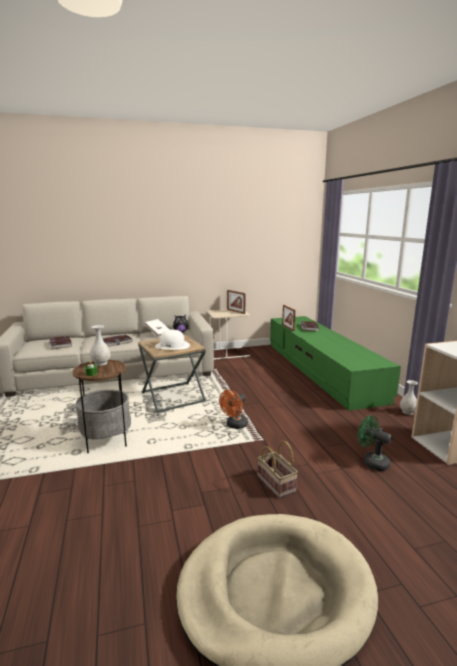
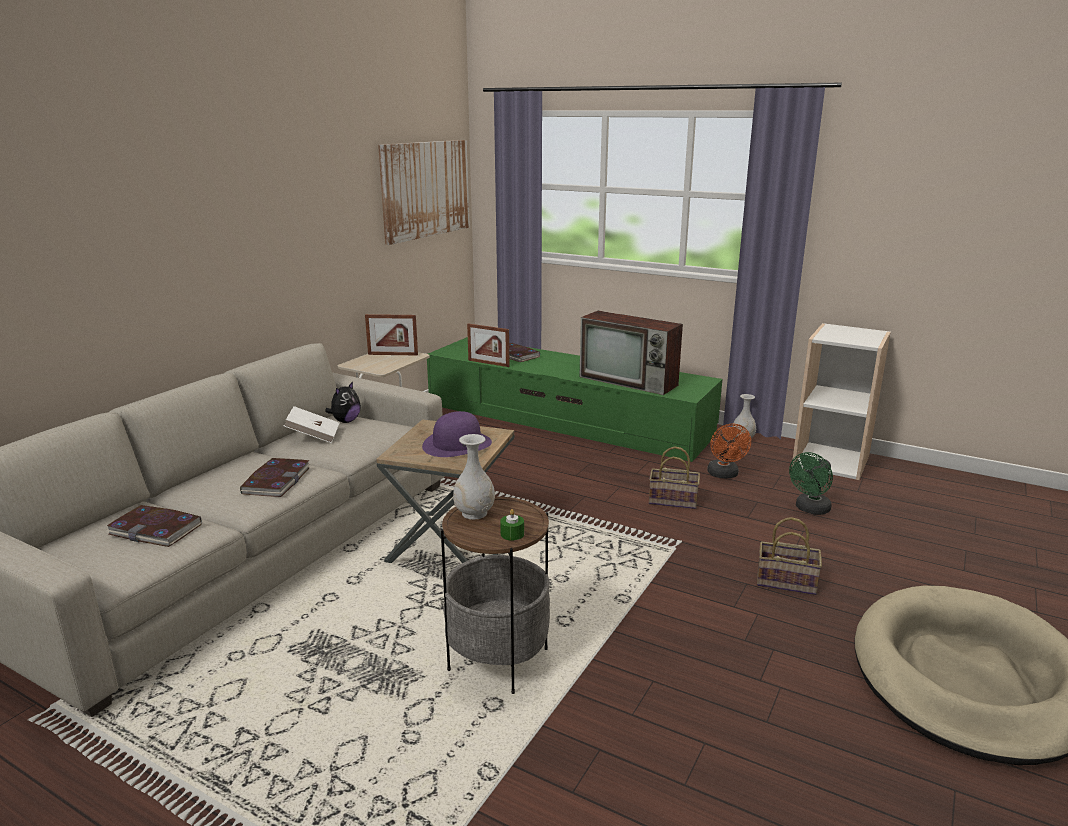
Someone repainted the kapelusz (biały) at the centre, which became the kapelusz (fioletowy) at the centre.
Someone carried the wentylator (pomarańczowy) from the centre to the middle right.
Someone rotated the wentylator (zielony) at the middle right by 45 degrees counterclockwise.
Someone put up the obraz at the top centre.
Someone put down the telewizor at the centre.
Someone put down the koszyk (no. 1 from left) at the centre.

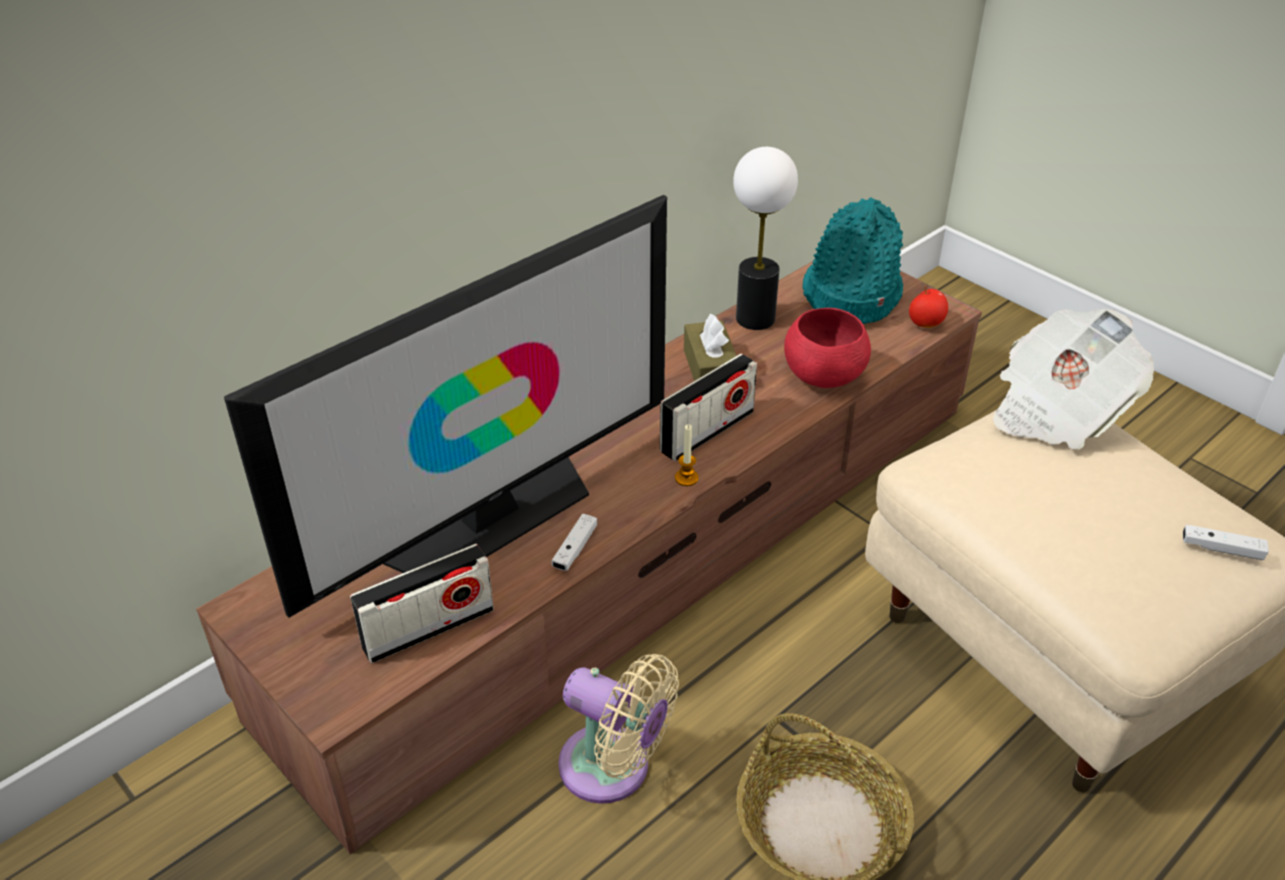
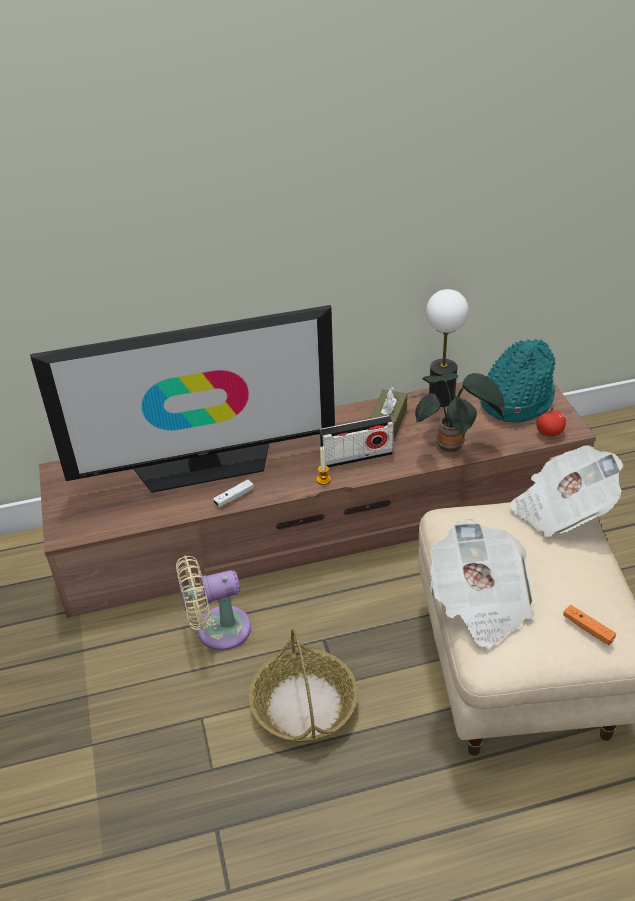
Someone took away the radio (no. 1 from left) at the bottom left.
Someone rotated the wentylator (beżowy) at the bottom centre by 105 degrees clockwise.
Someone swapped the miska (czerwony) at the centre for the roślina doniczkowa at the middle right.
Someone repainted the pad do gier (biały) (no. 2 from left) at the middle right, which became the pad do gier (pomarańczowy) at the bottom right.
Someone put down the gazeta (no. 1 from left) at the middle right.

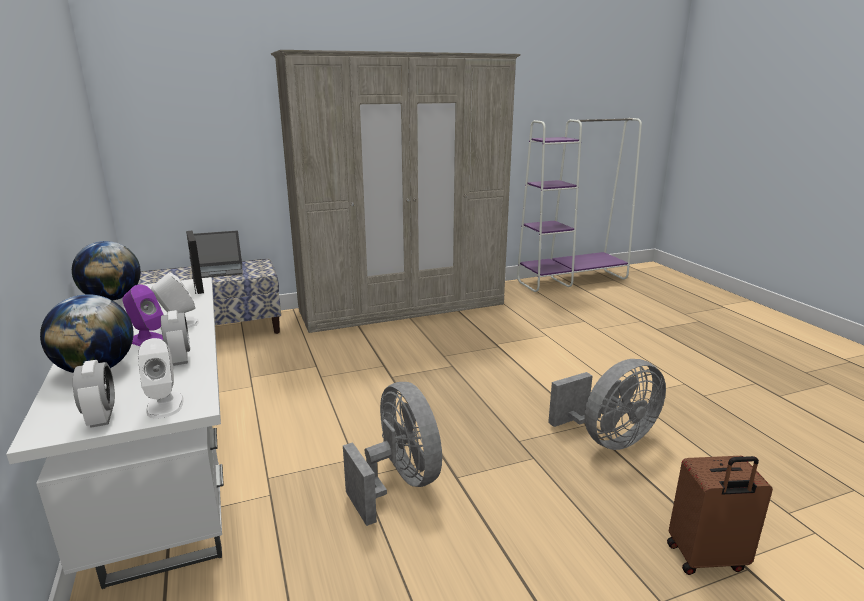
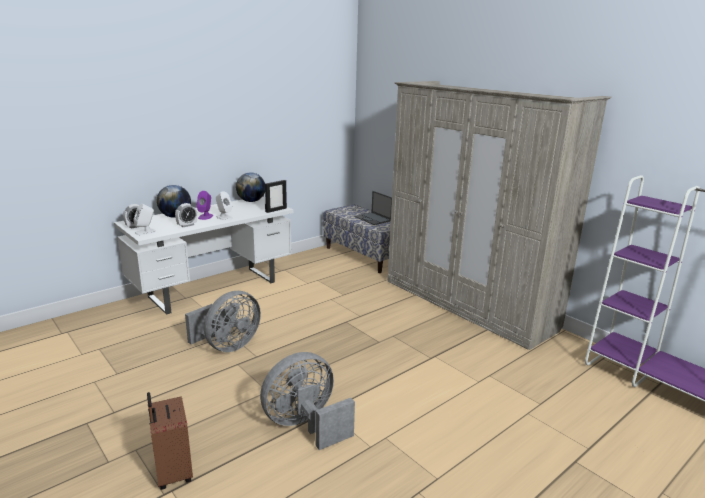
Someone rotated the wentylator (szary) (no. 2 from left) at the bottom right by 105 degrees clockwise.

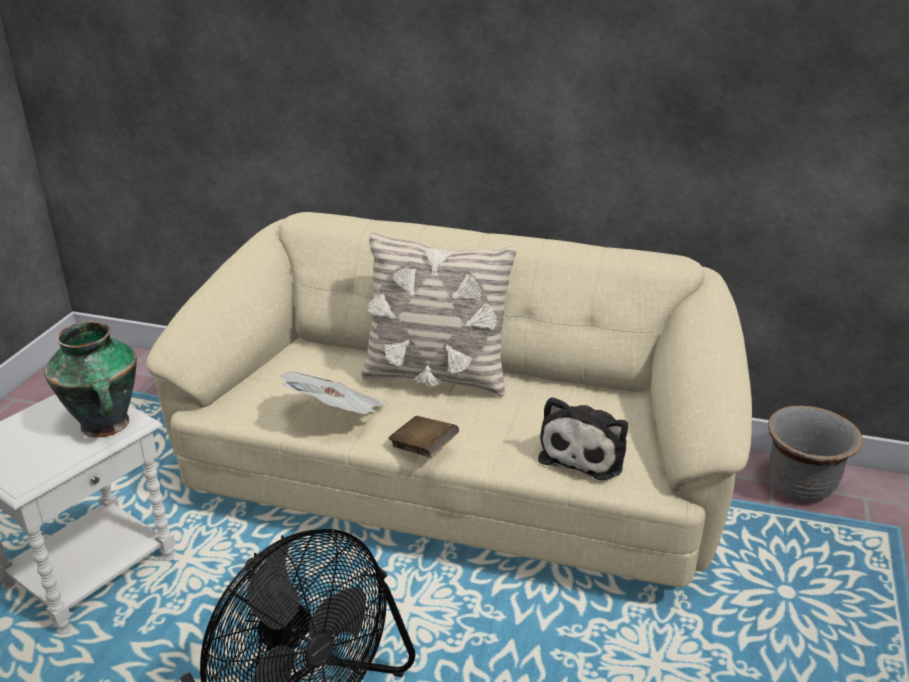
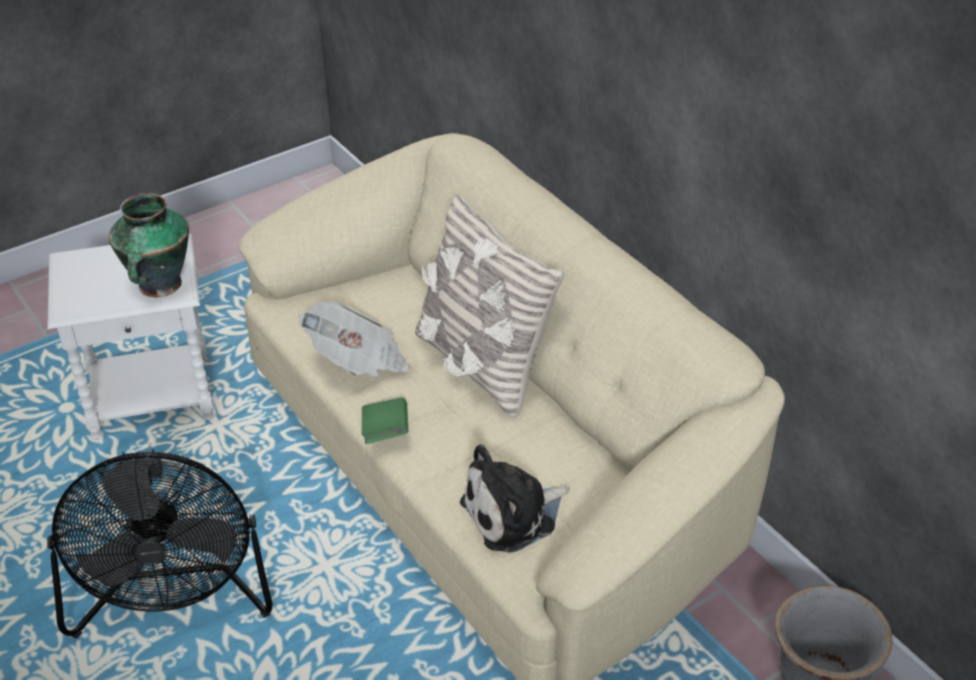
Someone repainted the książka (brązowy) at the centre, which became the książka (zielony) at the centre.

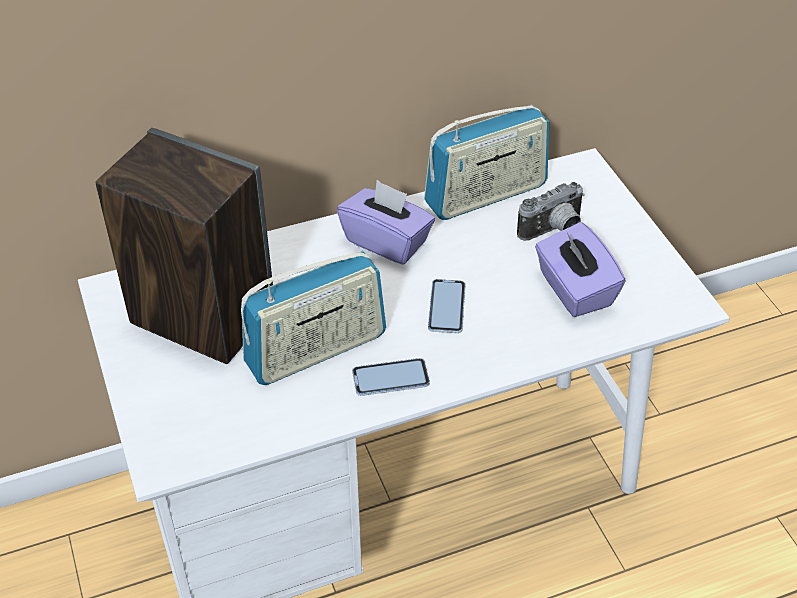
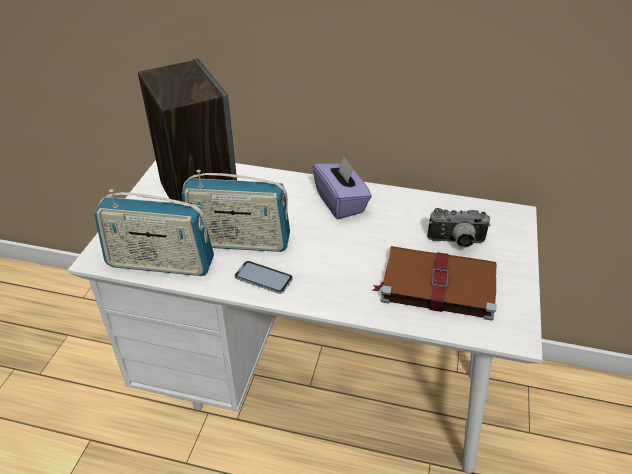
Someone carried the radio (no. 2 from left in the first image) from the top centre to the middle left.
Someone took away the telefon (no. 2 from left) at the centre.
Someone swapped the pudełko chusteczek (fioletowy) (no. 2 from left) at the middle right for the książka (brązowy) at the middle right.

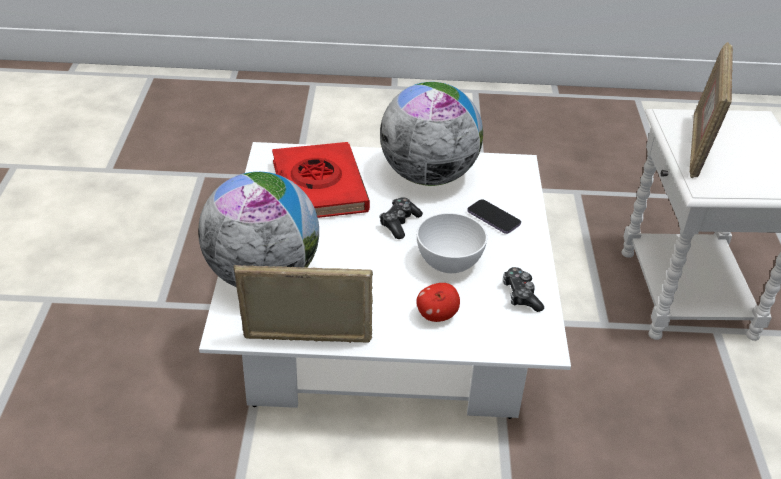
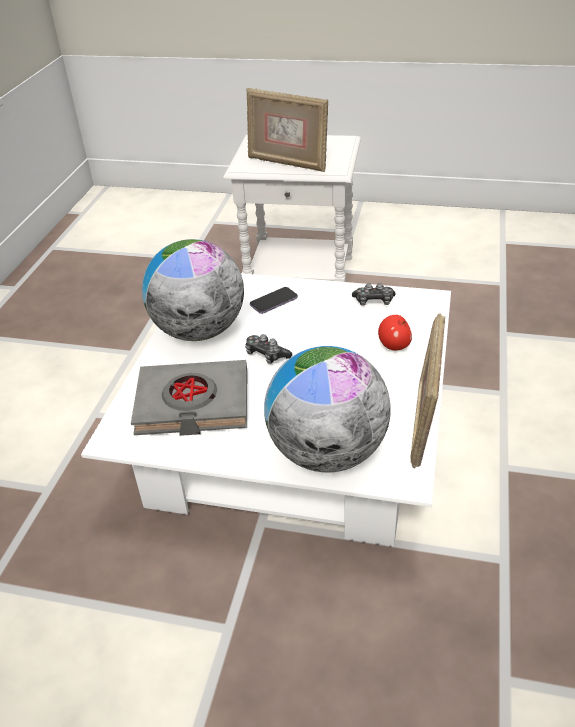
Someone repainted the książka (czerwony) at the centre, which became the książka (szary) at the middle left.
Someone took away the miska (biały) at the centre.

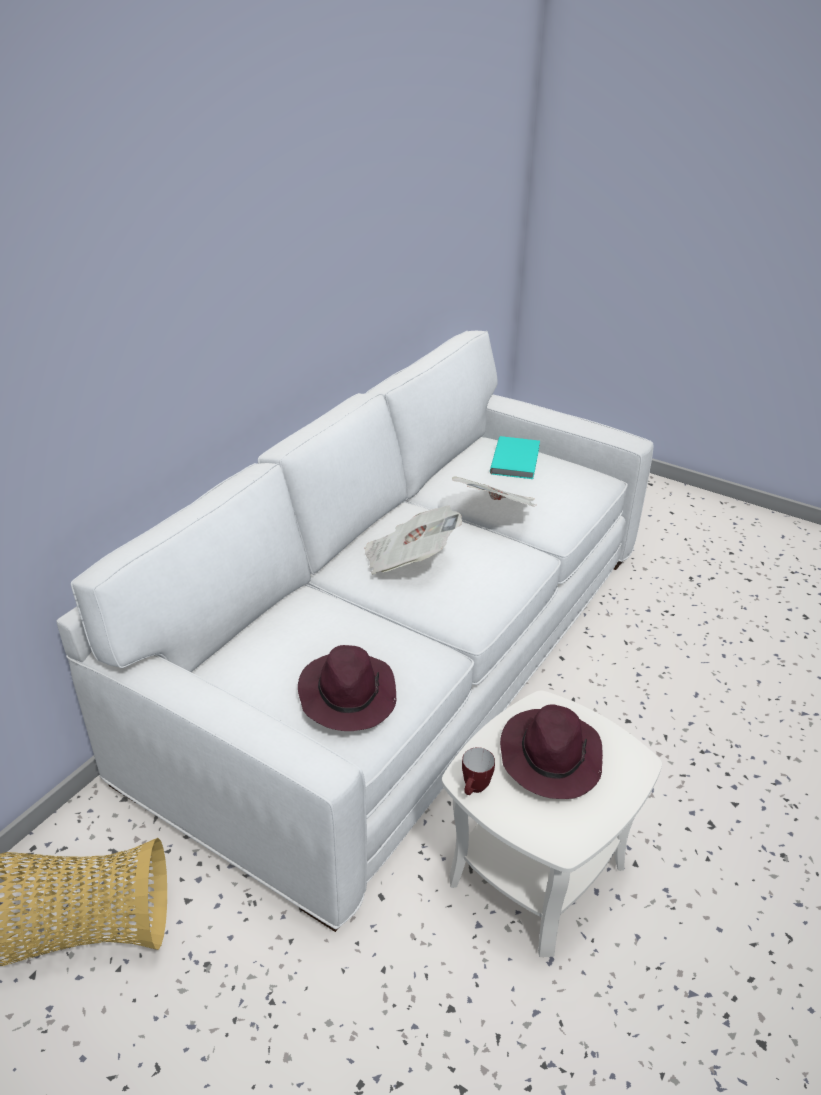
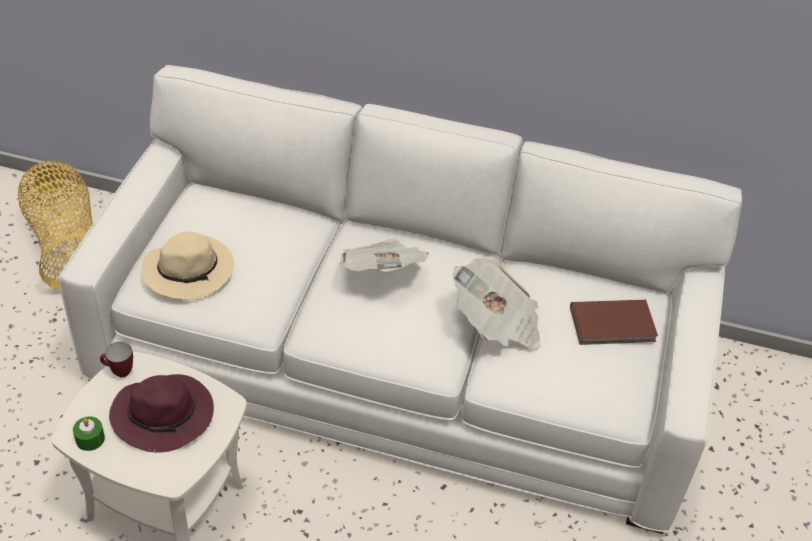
Someone repainted the kapelusz (fioletowy) (no. 1 from left) at the centre, which became the kapelusz (beżowy) at the middle left.
Someone repainted the książka (turkusowy) at the centre, which became the książka (brązowy) at the middle right.
Someone put down the świeca (zielony) at the bottom left.

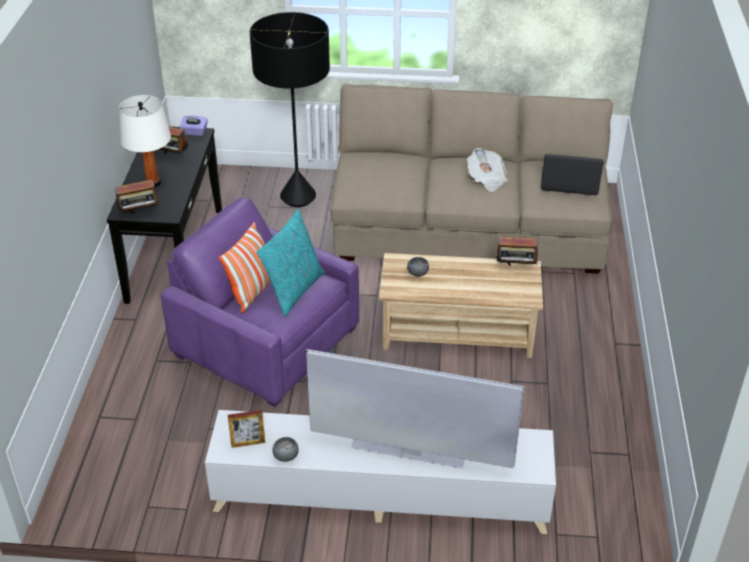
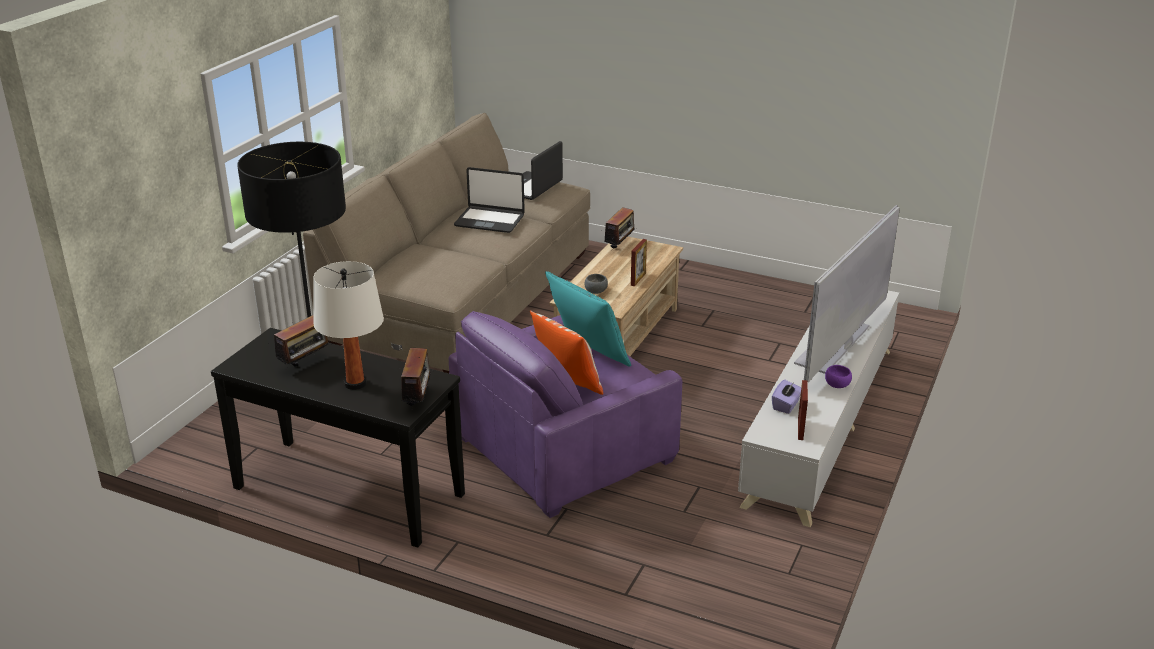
Someone carried the pudełko chusteczek (fioletowy) from the top left to the middle right.
Someone took away the miska (szary) (no. 1 from left) at the bottom centre.
Someone swapped the gazeta at the top centre for the laptop (no. 1 from left) at the top centre.
Someone put down the ramka na zdjęcie (no. 1 from left) at the centre.
Someone put down the miska (fioletowy) at the middle right.

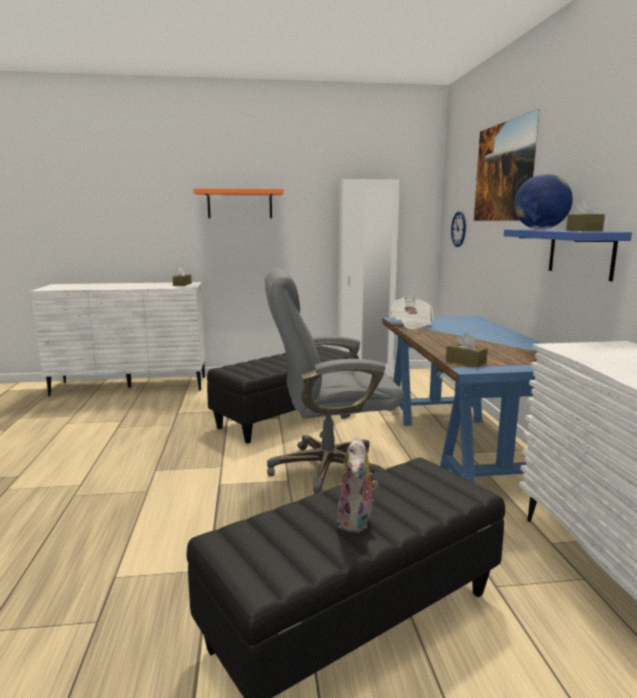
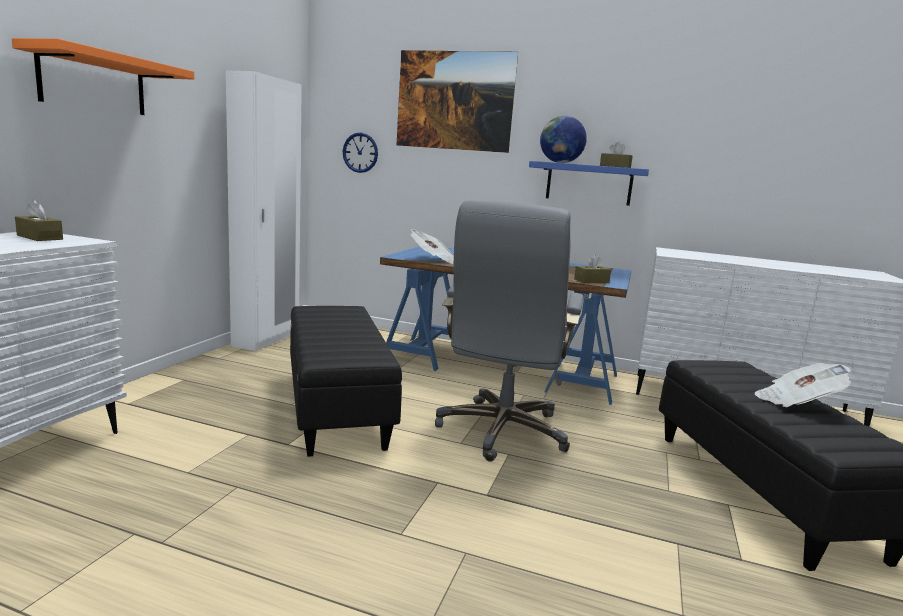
Someone swapped the pluszak at the bottom centre for the gazeta (no. 2 from left) at the middle right.

